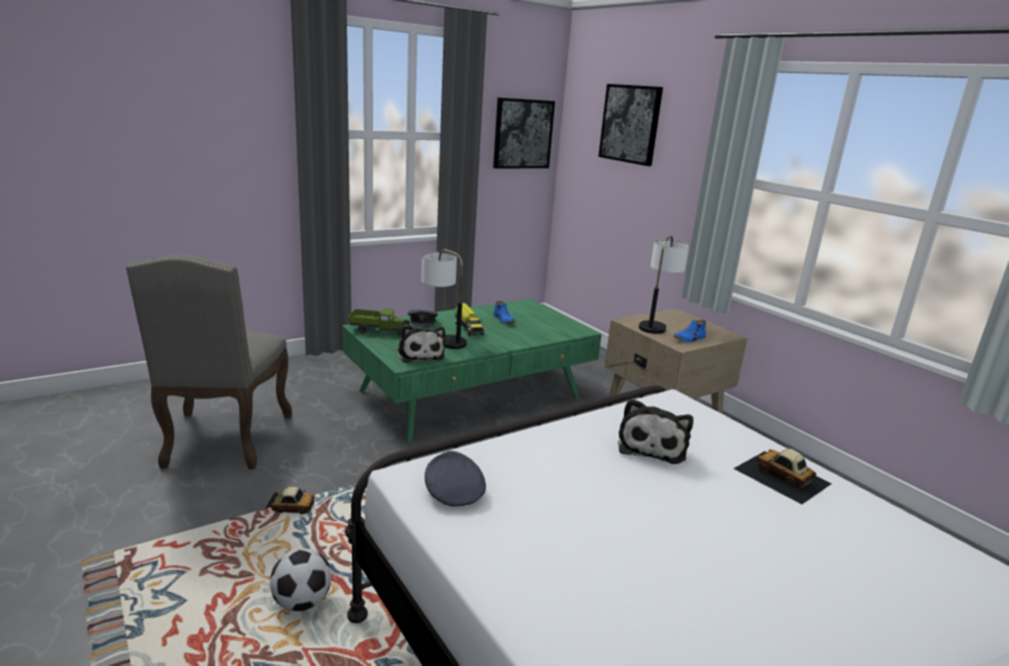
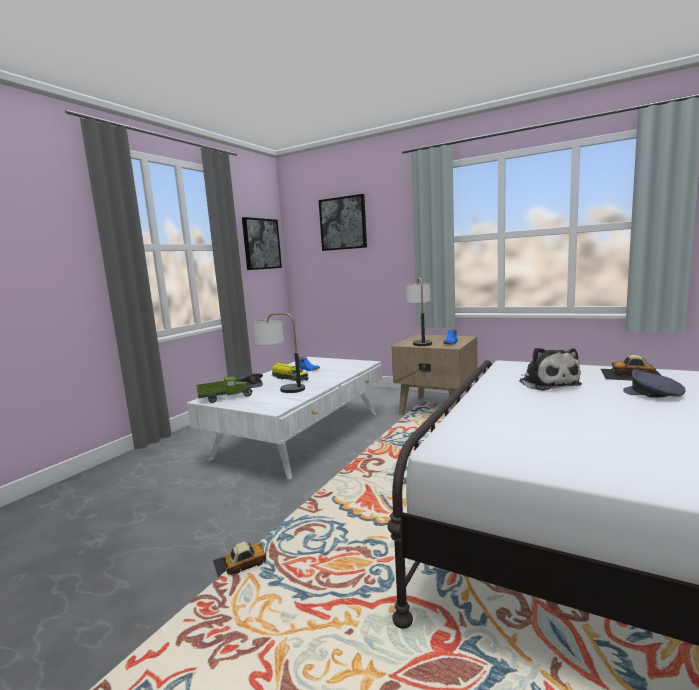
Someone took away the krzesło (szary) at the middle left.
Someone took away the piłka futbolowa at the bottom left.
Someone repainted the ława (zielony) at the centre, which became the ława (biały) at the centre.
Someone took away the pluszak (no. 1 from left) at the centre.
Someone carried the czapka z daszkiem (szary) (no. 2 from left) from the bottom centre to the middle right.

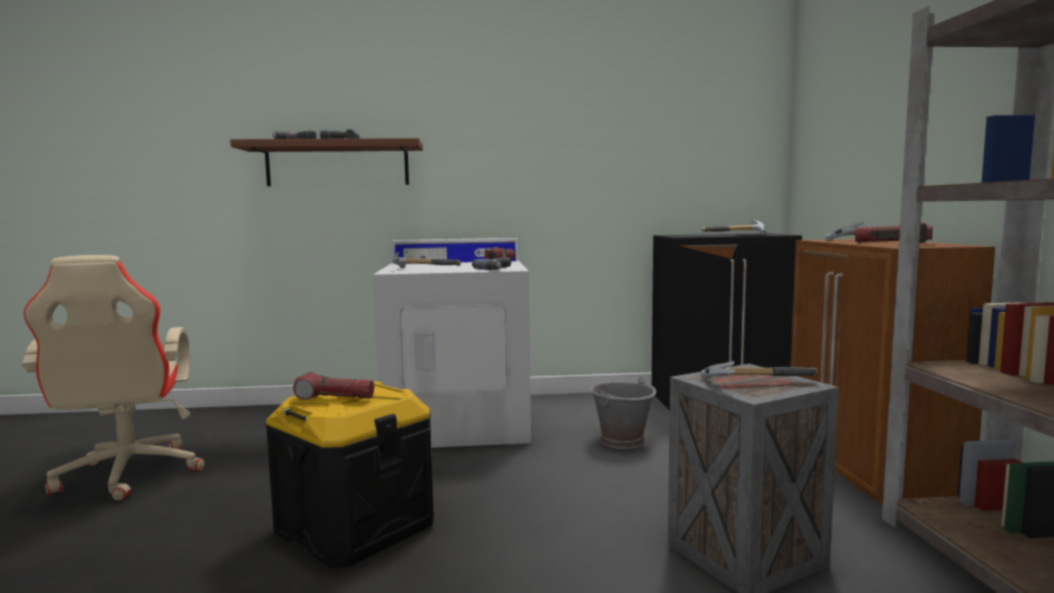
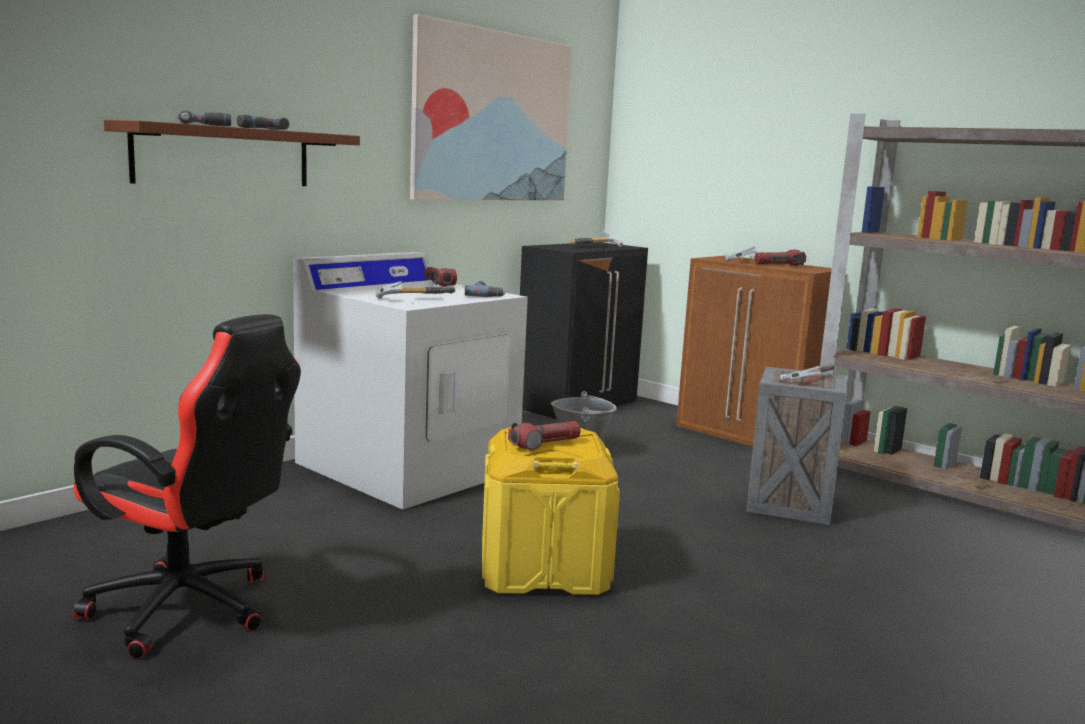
Someone repainted the krzesło biurowe (beżowy) at the middle left, which became the krzesło biurowe (czarny) at the bottom left.
Someone repainted the pojemnik do przechowywania (czarny) at the bottom left, which became the pojemnik do przechowywania (żółty) at the bottom centre.
Someone put up the obraz at the top centre.

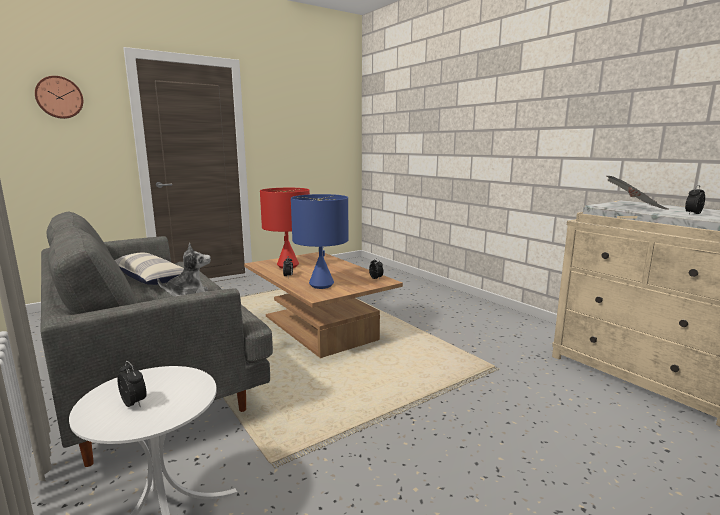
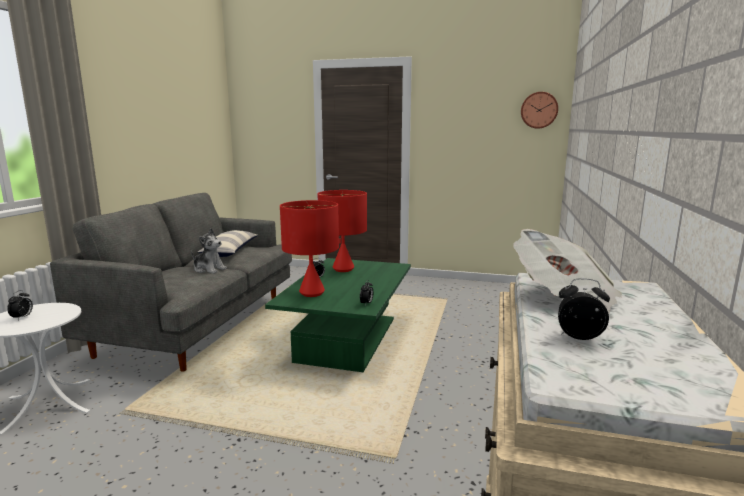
Someone carried the zegar ścienny from the top left to the top right.
Someone repainted the ława (brązowy) at the centre, which became the ława (zielony) at the centre.
Someone repainted the lampa stołowa (niebieski) at the centre, which became the lampa stołowa (czerwony) (no. 1 from left) at the centre.

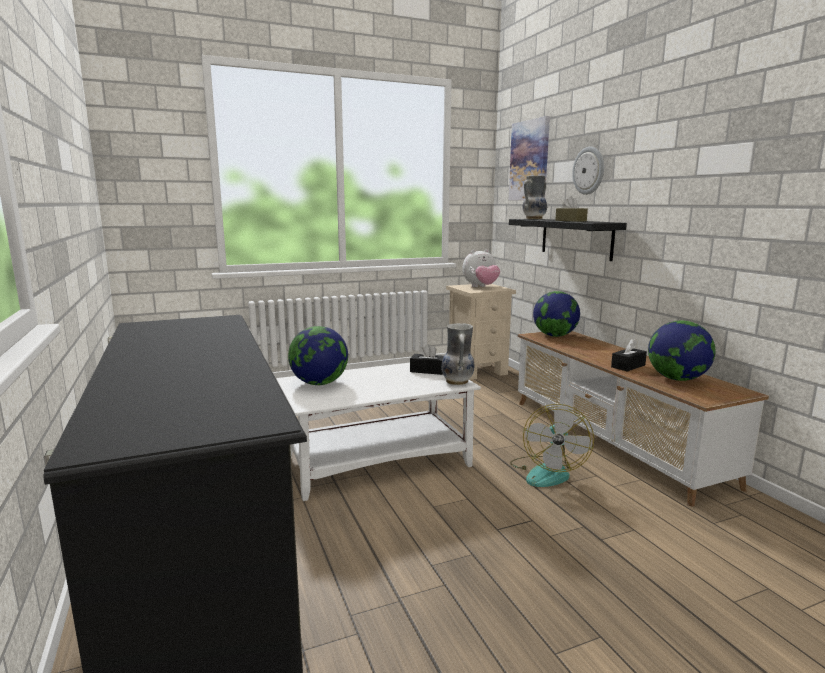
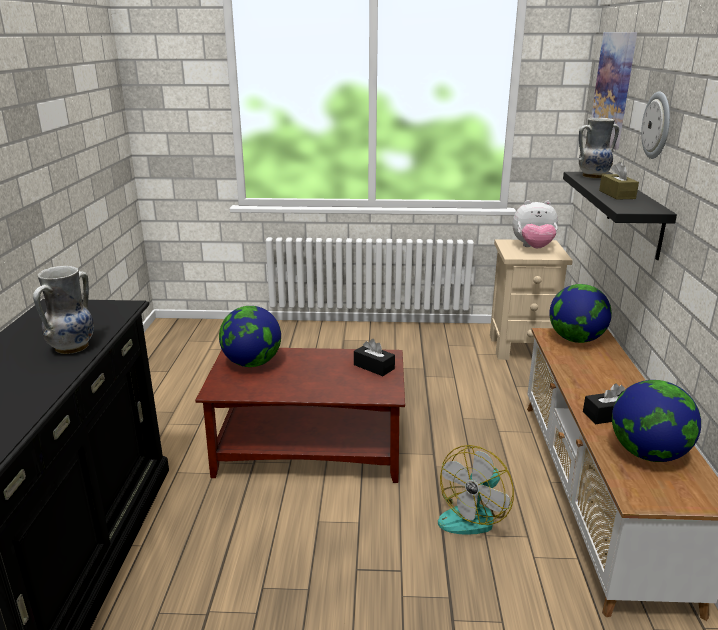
Someone repainted the ława (biały) at the centre, which became the ława (brązowy) at the centre.
Someone carried the wazon (no. 1 from left) from the centre to the middle left.

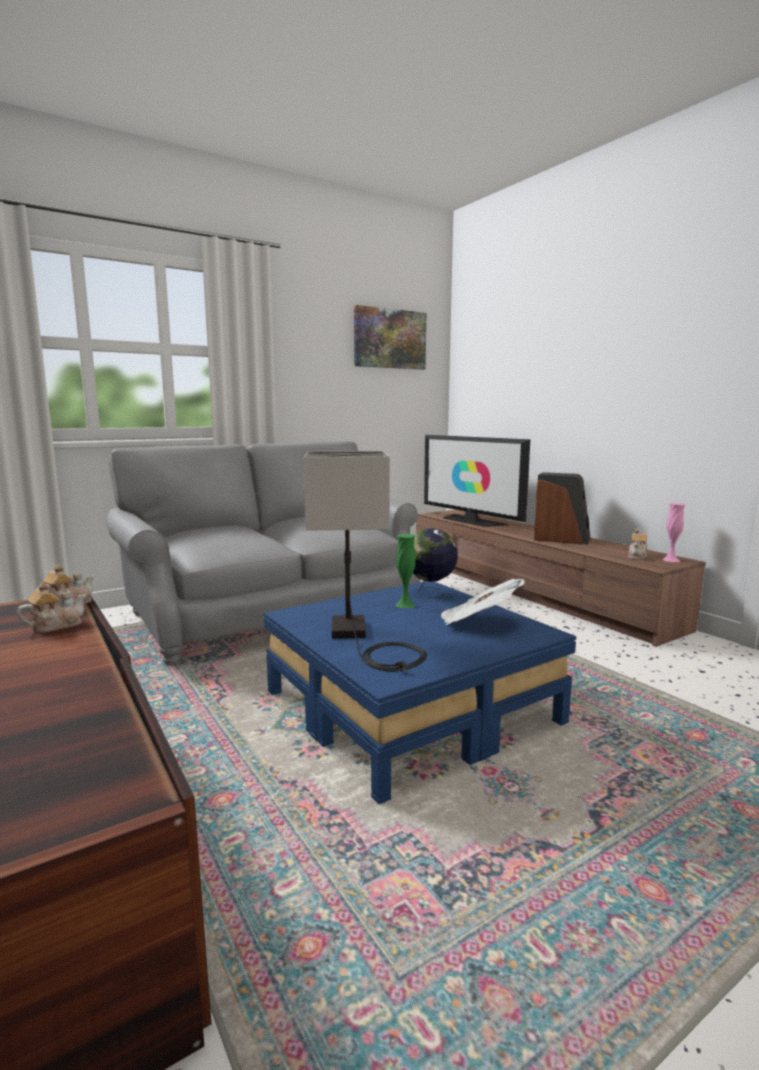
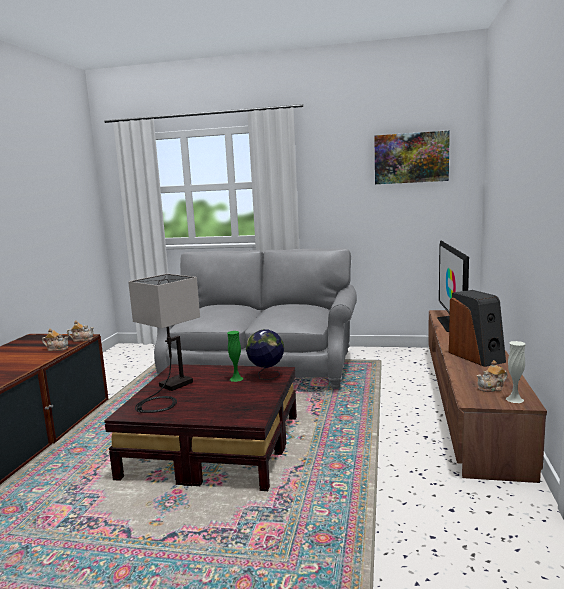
Someone repainted the ława (niebieski) at the centre, which became the ława (brązowy) at the bottom centre.
Someone took away the gazeta at the centre.
Someone repainted the wazon (różowy) at the middle right, which became the wazon (biały) at the middle right.

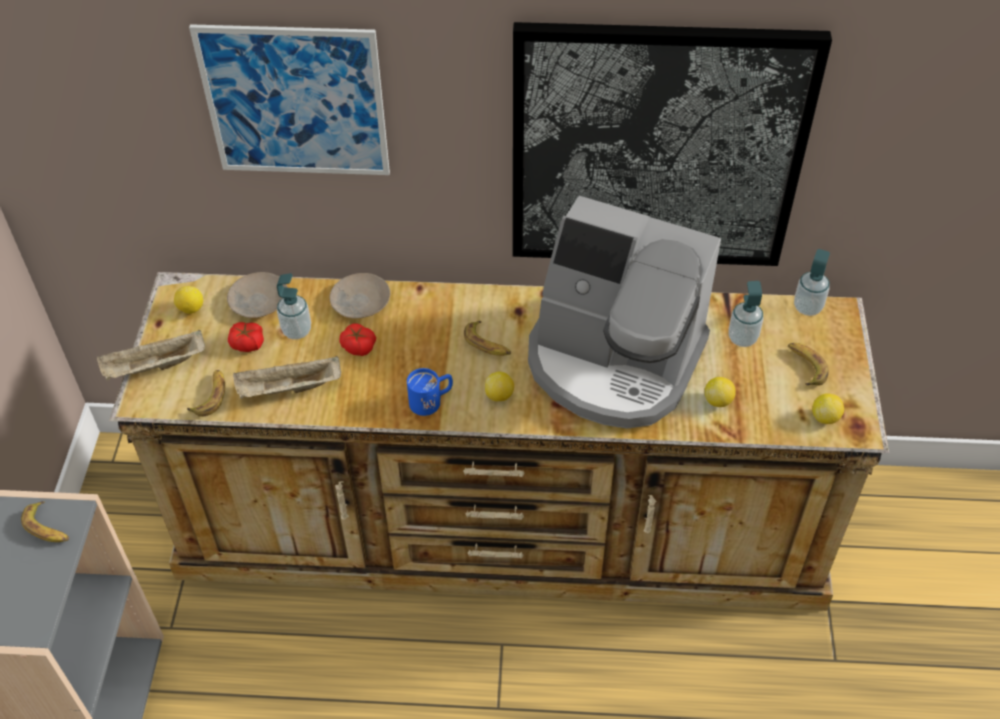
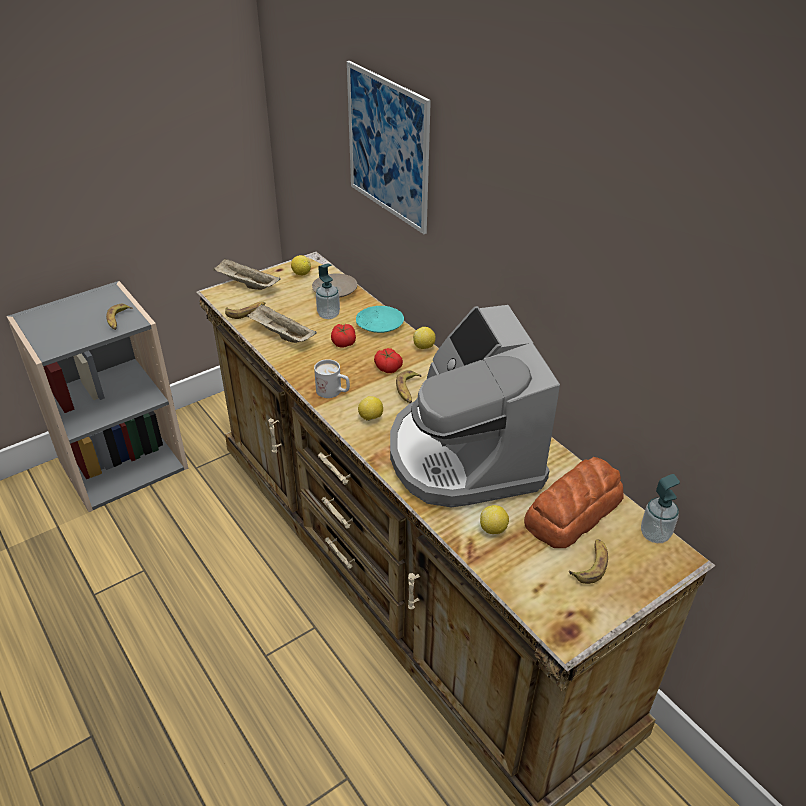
Someone carried the pomidor (no. 1 from left in the first image) from the middle left to the centre.
Someone repainted the talerz (beżowy) (no. 2 from left) at the centre, which became the talerz (turkusowy) at the centre.
Someone repainted the kubek (niebieski) at the centre, which became the kubek (biały) at the centre.
Someone took away the obraz (no. 2 from left) at the top right.
Someone swapped the dozownik mydła (no. 2 from left) at the middle right for the chleb at the middle right.
Someone carried the cytryna (no. 4 from left in the first image) from the middle right to the centre.

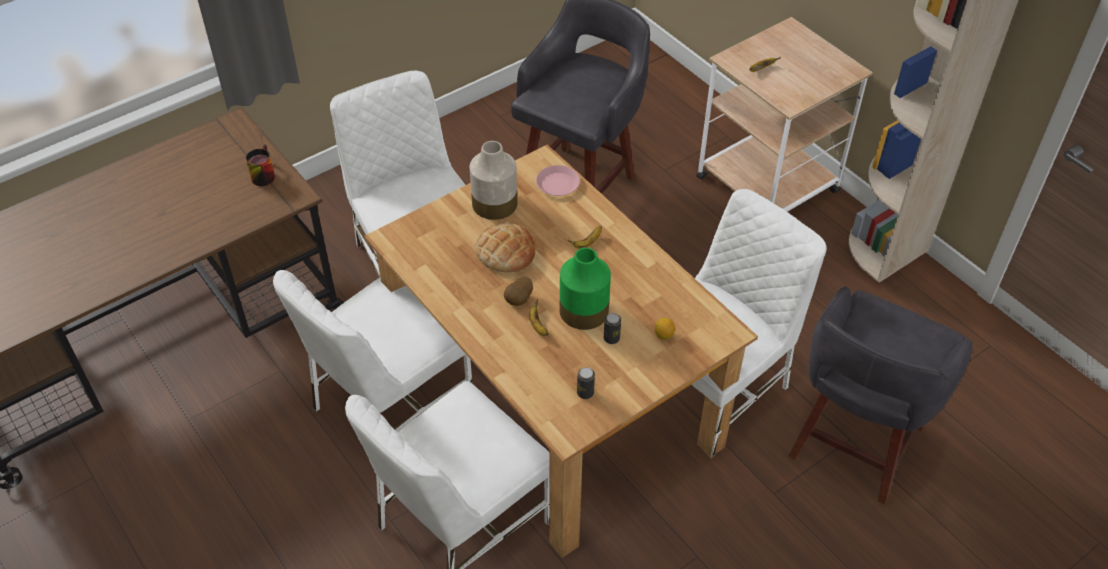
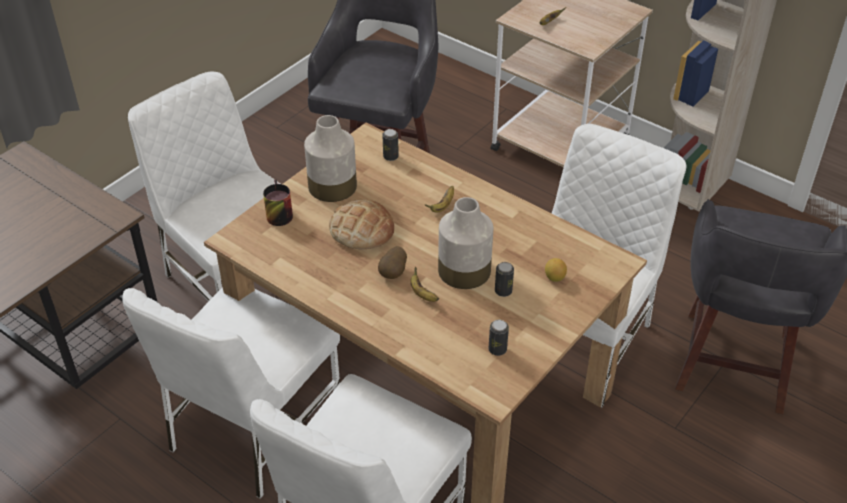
Someone carried the kubek from the top left to the middle left.
Someone swapped the talerz (różowy) at the top centre for the puszka (no. 1 from left) at the top centre.
Someone repainted the wazon (zielony) at the centre, which became the wazon (beżowy) (no. 2 from left) at the centre.

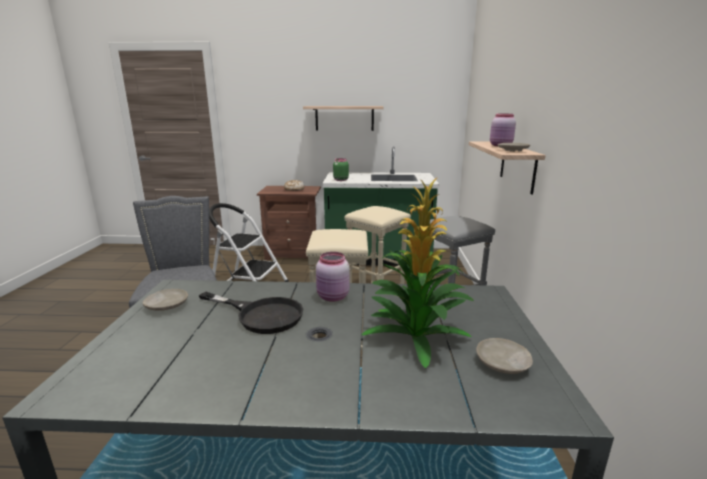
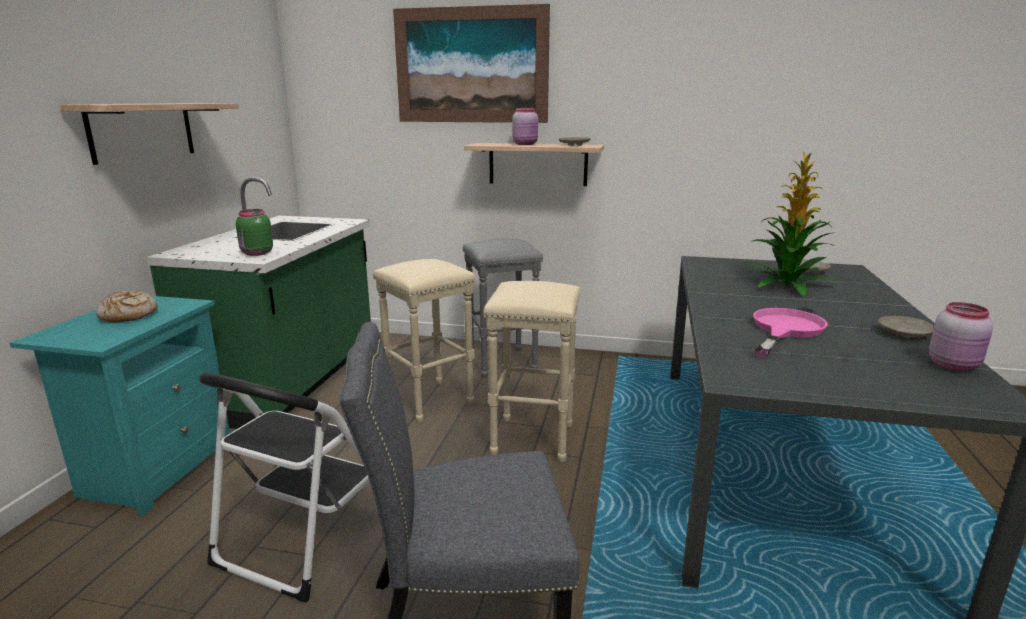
Someone carried the talerz (beżowy) (no. 1 from left in the first image) from the middle left to the middle right.
Someone repainted the patelnia (czarny) at the centre, which became the patelnia (różowy) at the middle right.
Someone repainted the szafka nocna (brązowy) at the centre, which became the szafka nocna (turkusowy) at the middle left.
Someone carried the słoik (różowy) (no. 1 from left in the first image) from the centre to the middle right.
Someone put up the obraz at the top centre.

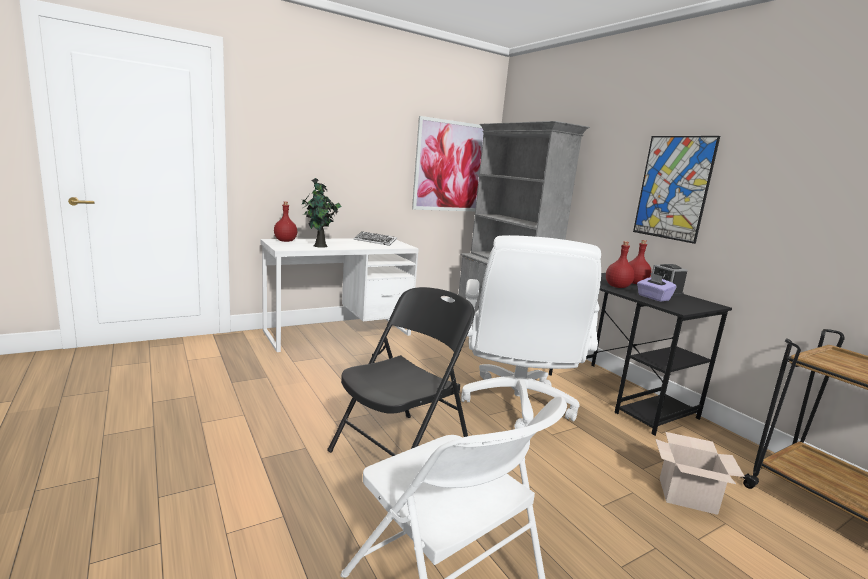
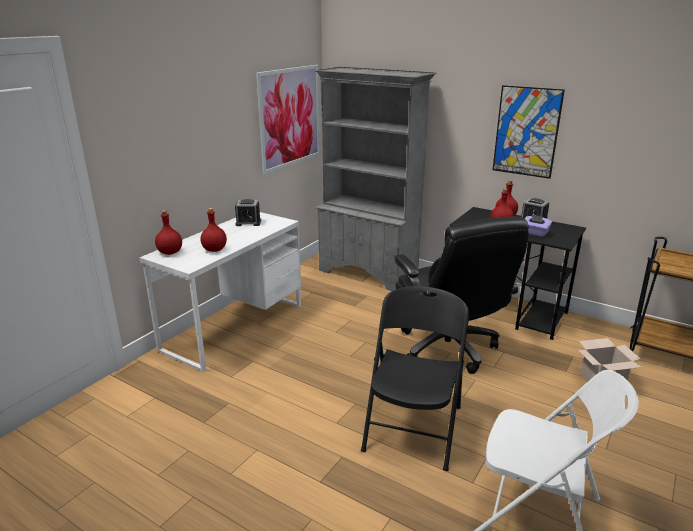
Someone swapped the roślina doniczkowa at the centre for the butelka (czerwony) (no. 2 from left) at the middle left.
Someone swapped the klawiatura at the centre for the budzik (no. 1 from left) at the centre.
Someone repainted the krzesło biurowe (biały) at the centre, which became the krzesło biurowe (czarny) at the middle right.

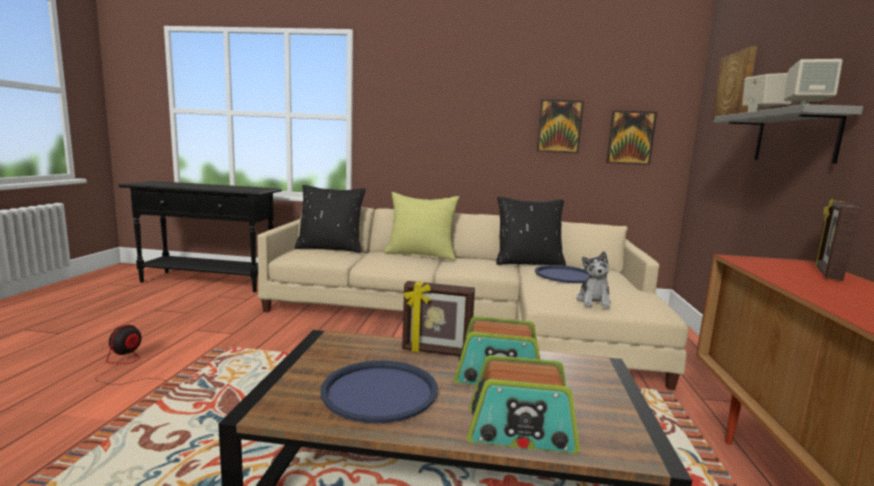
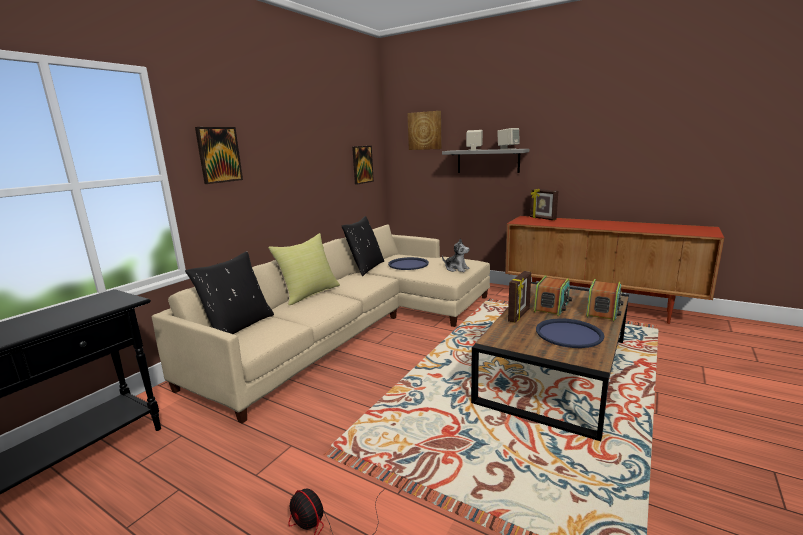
Someone carried the obraz (no. 1 from left) from the top centre to the top left.

